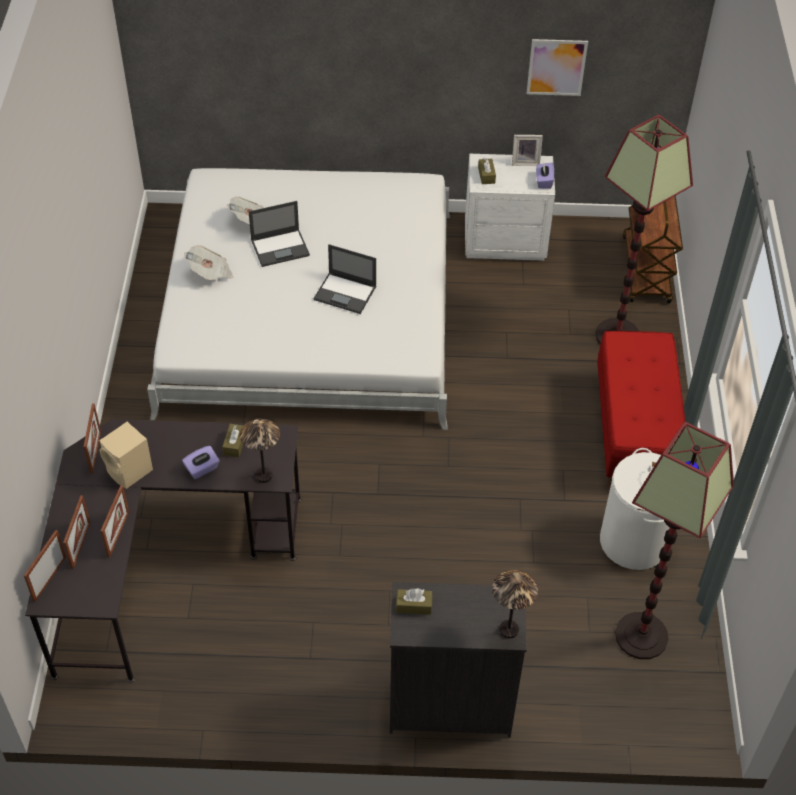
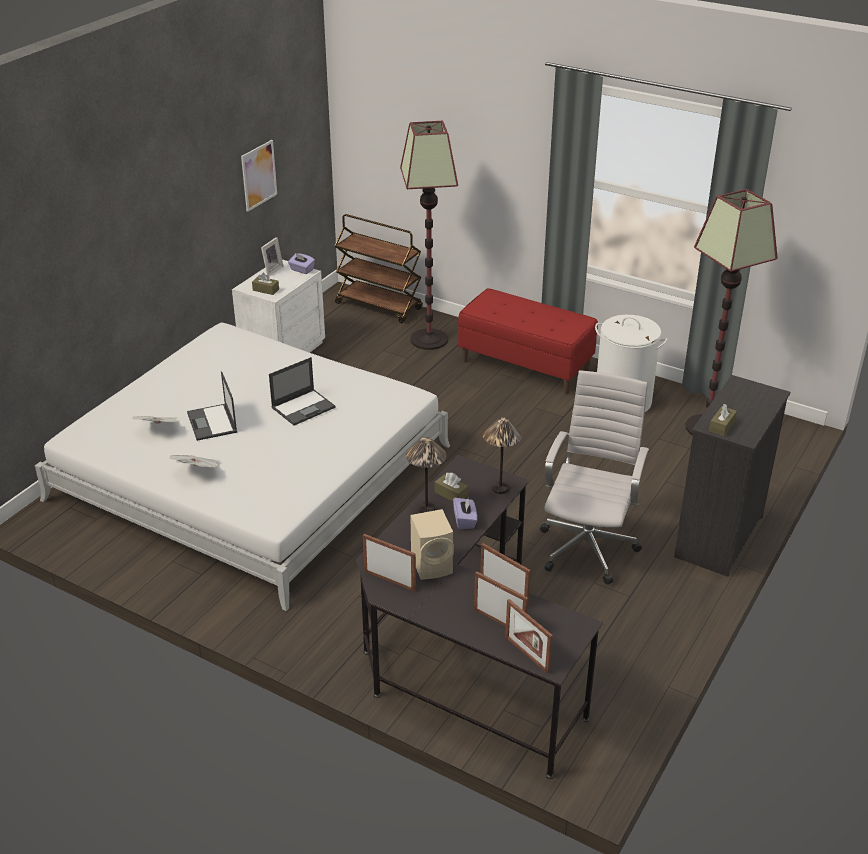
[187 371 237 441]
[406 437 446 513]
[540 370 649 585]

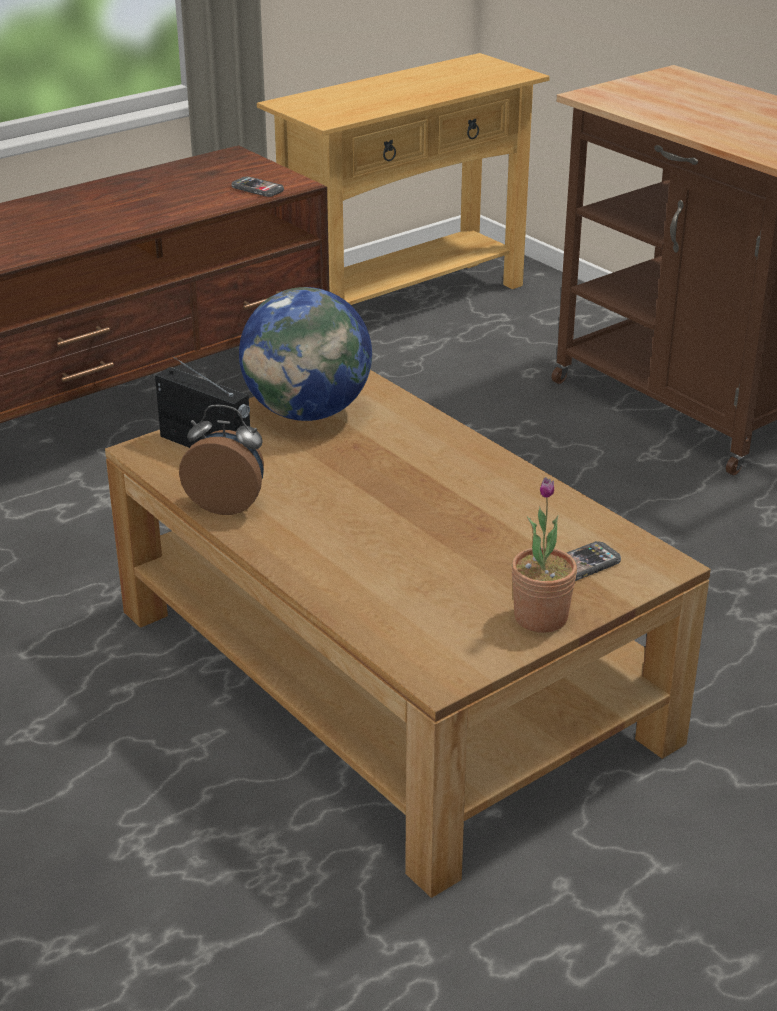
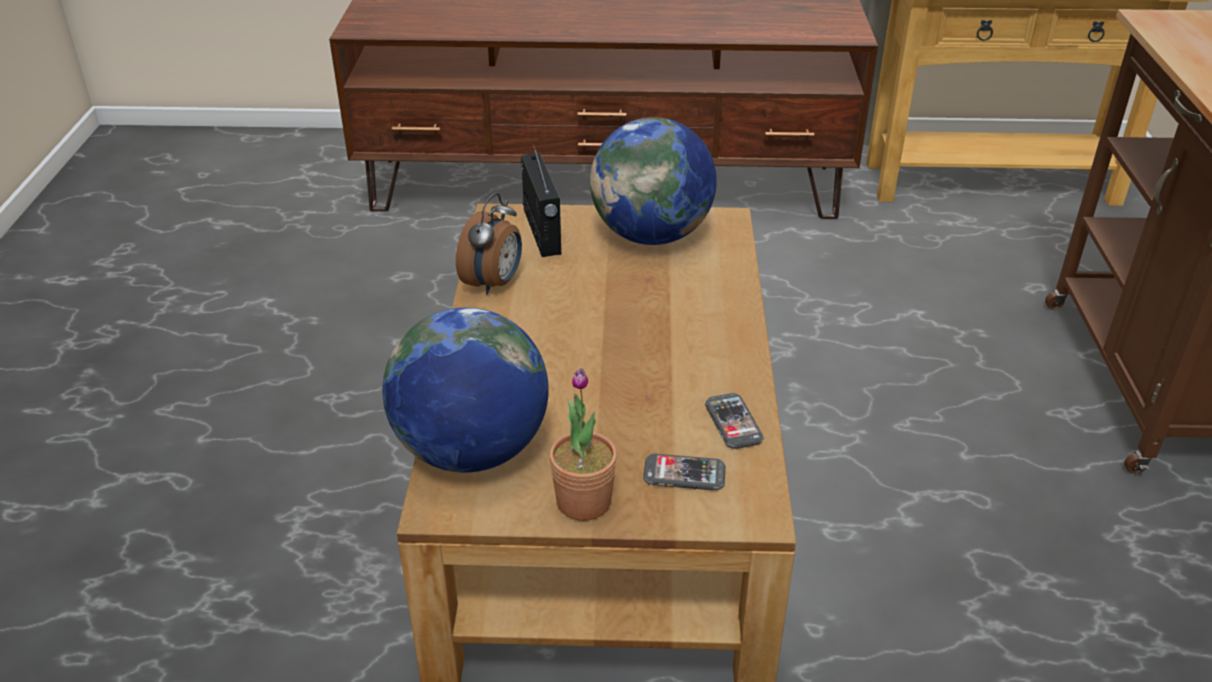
[456 193 522 295]
[705 393 764 449]
[382 308 549 472]

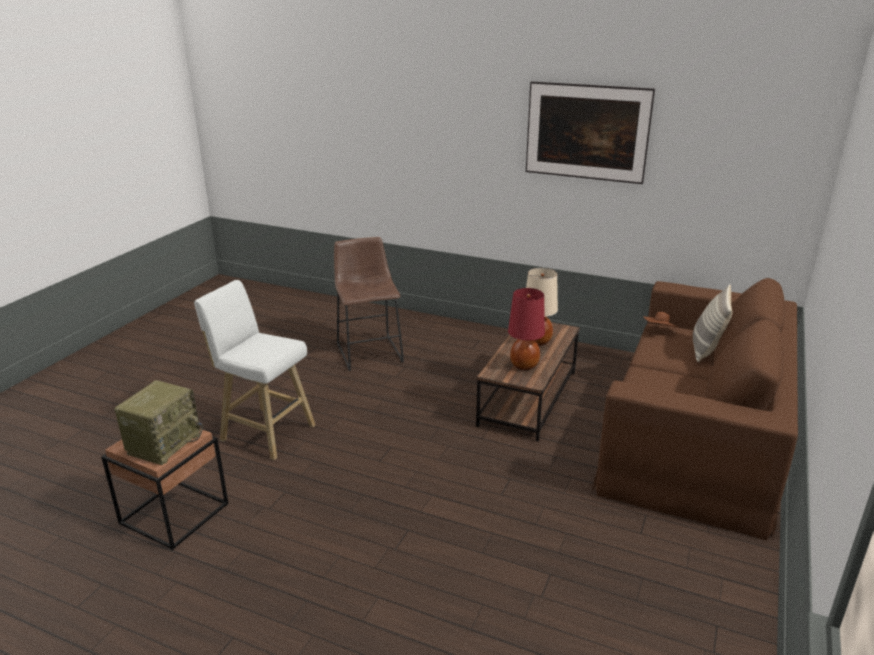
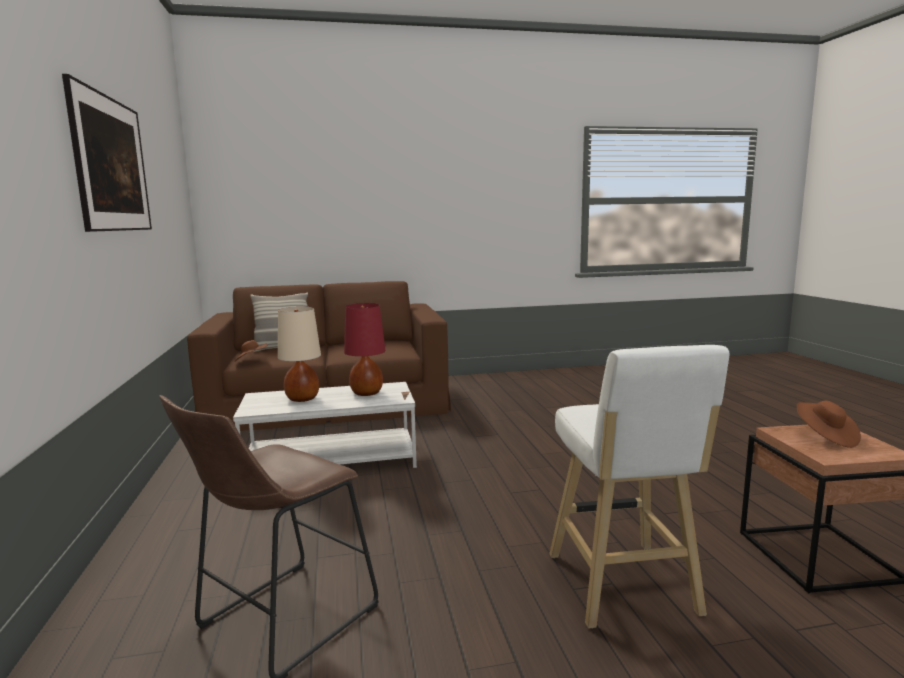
[797 401 861 448]
[233 382 417 468]

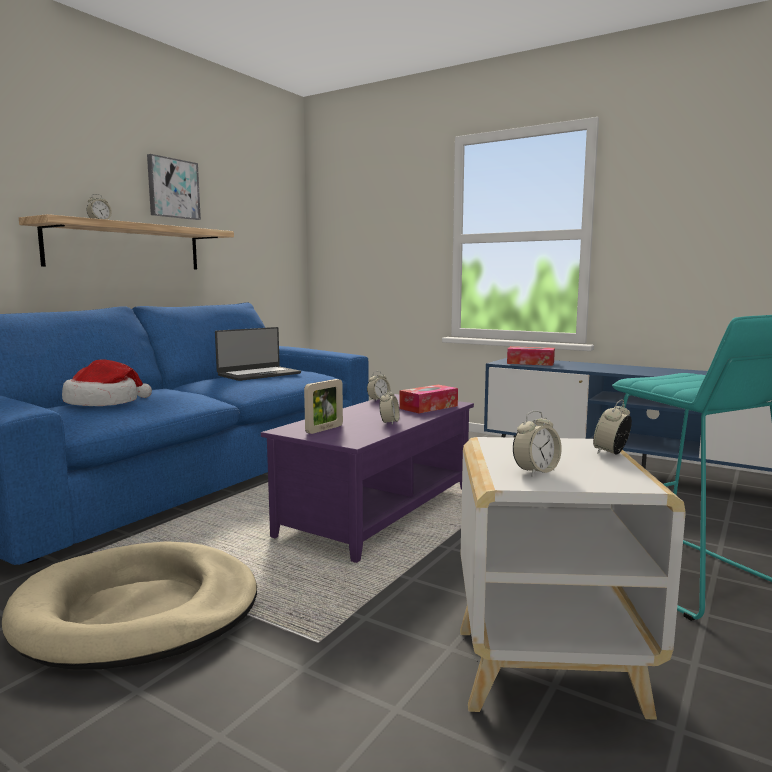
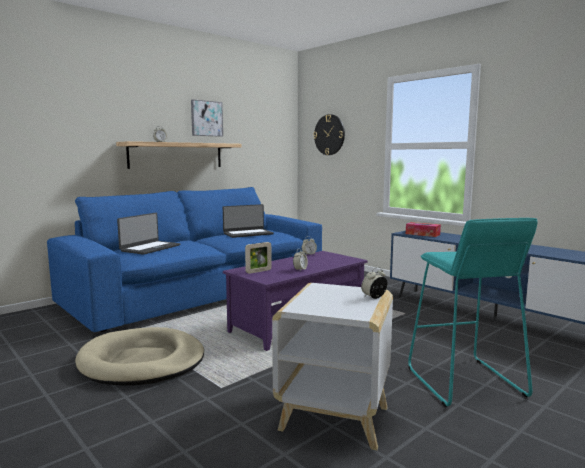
[117 213 180 255]
[399 385 458 413] (first image)
[513 410 562 476] (first image)
[313 114 345 155]

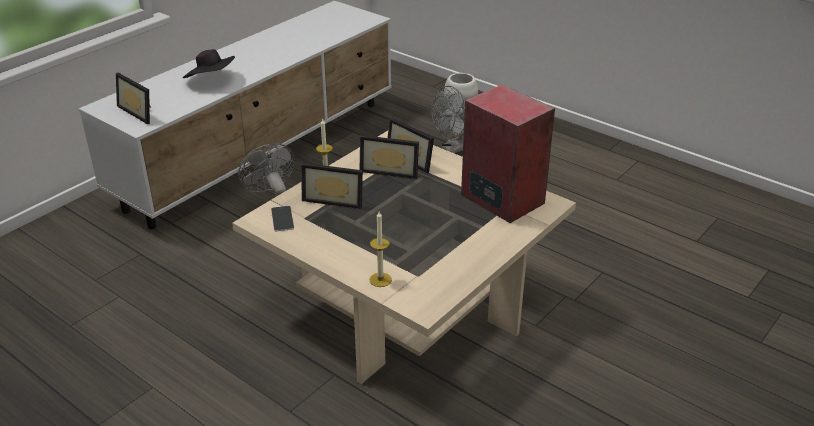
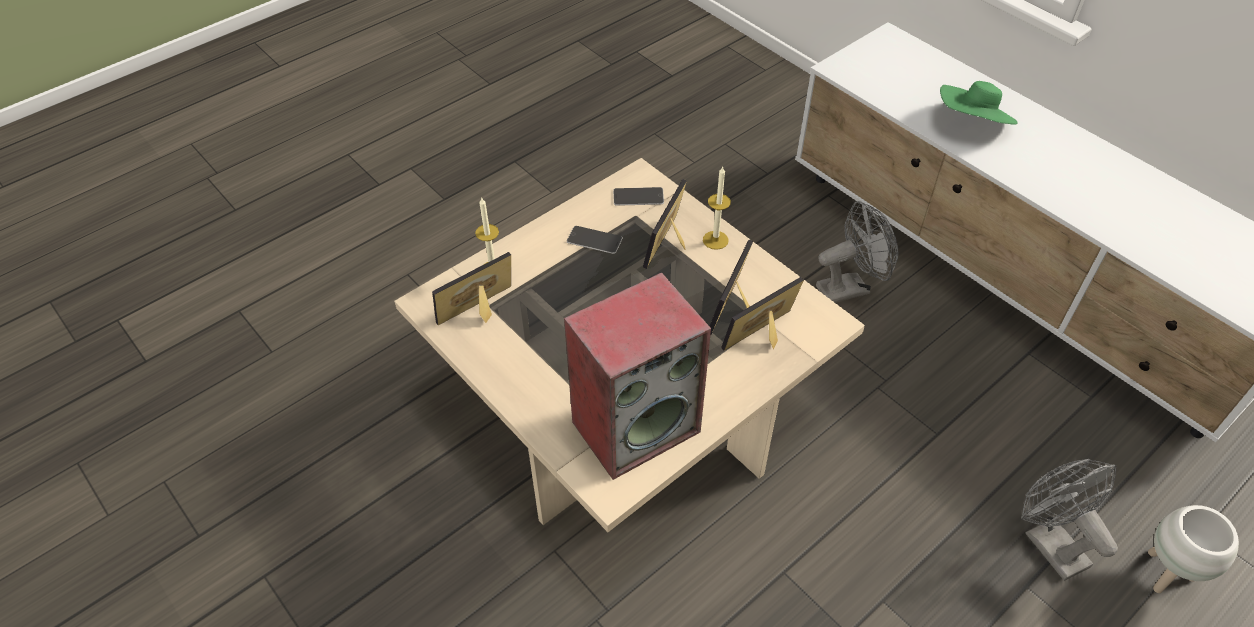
[432 252 511 325]
[940 81 1017 125]
[567 226 623 254]

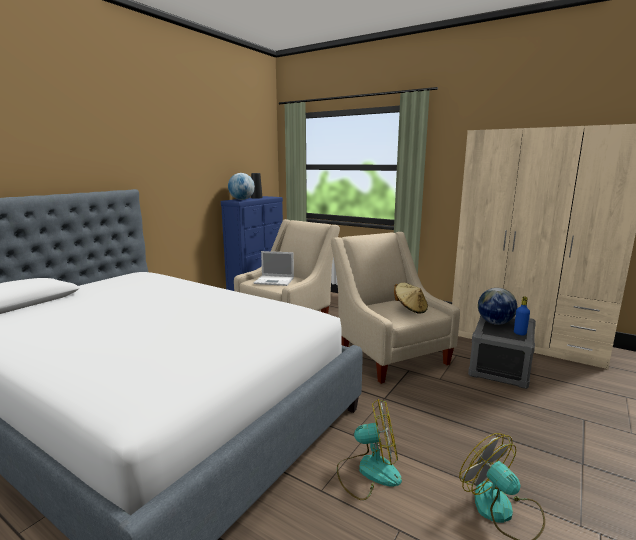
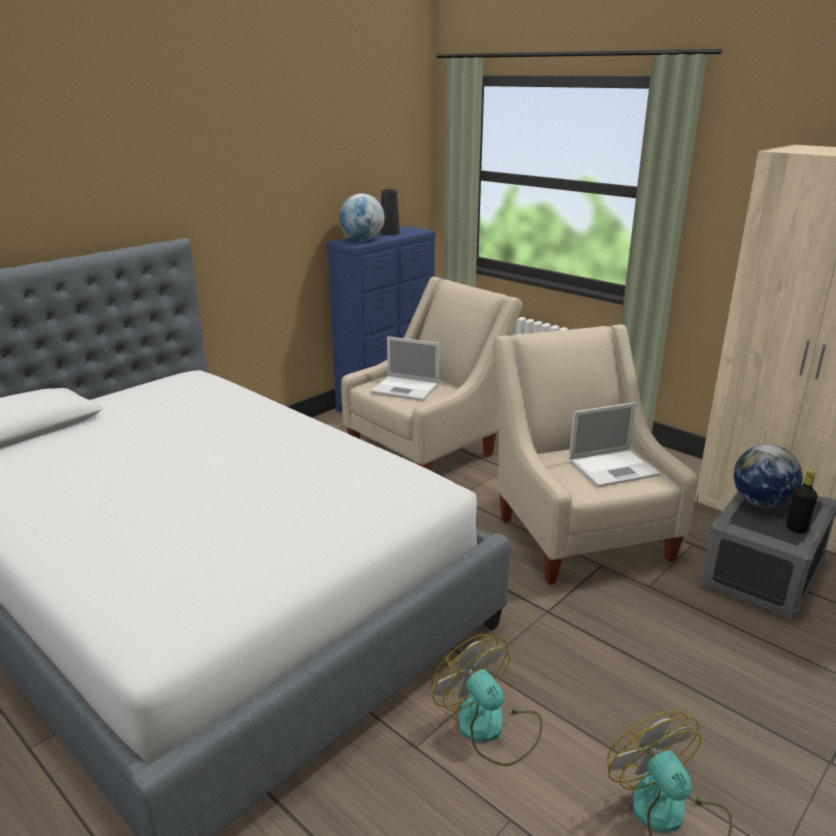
[431 634 543 766]
[569 402 661 487]
[786 470 817 533]

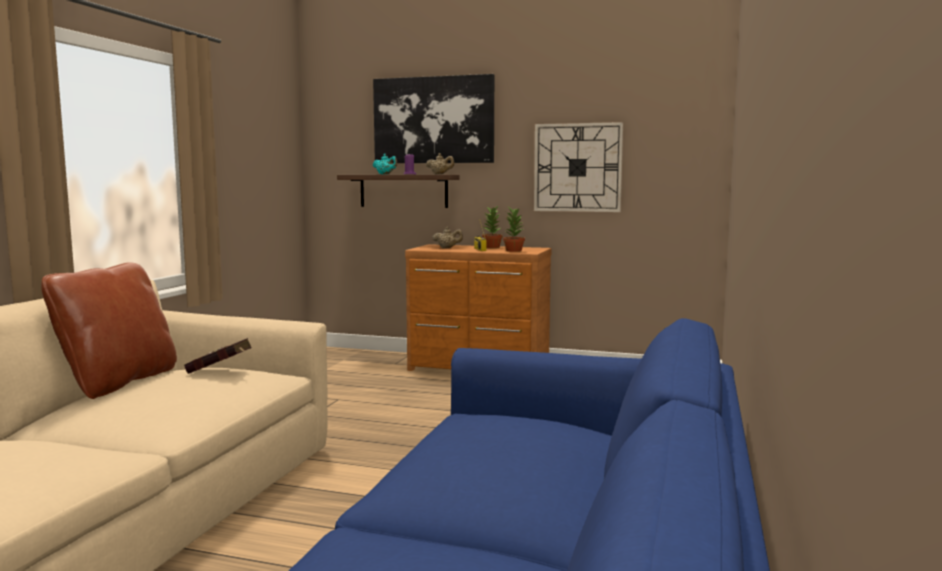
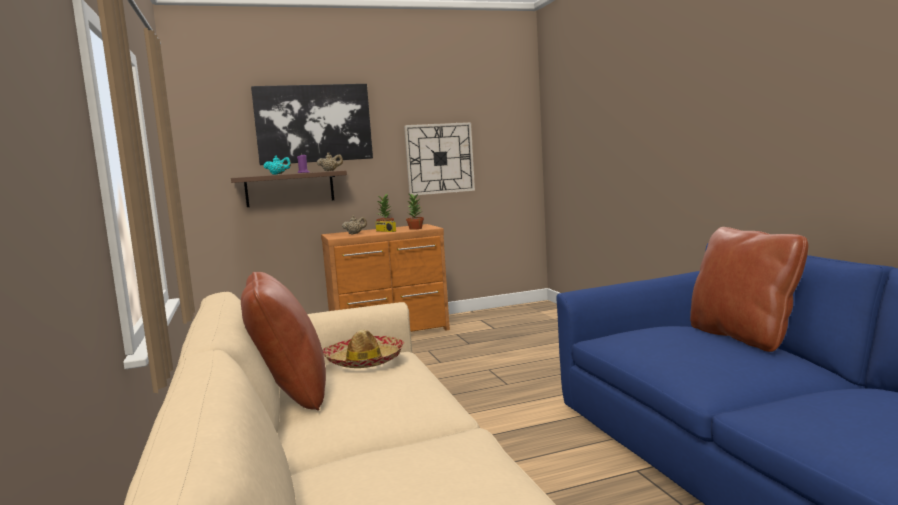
[323 330 404 368]
[690 227 808 352]

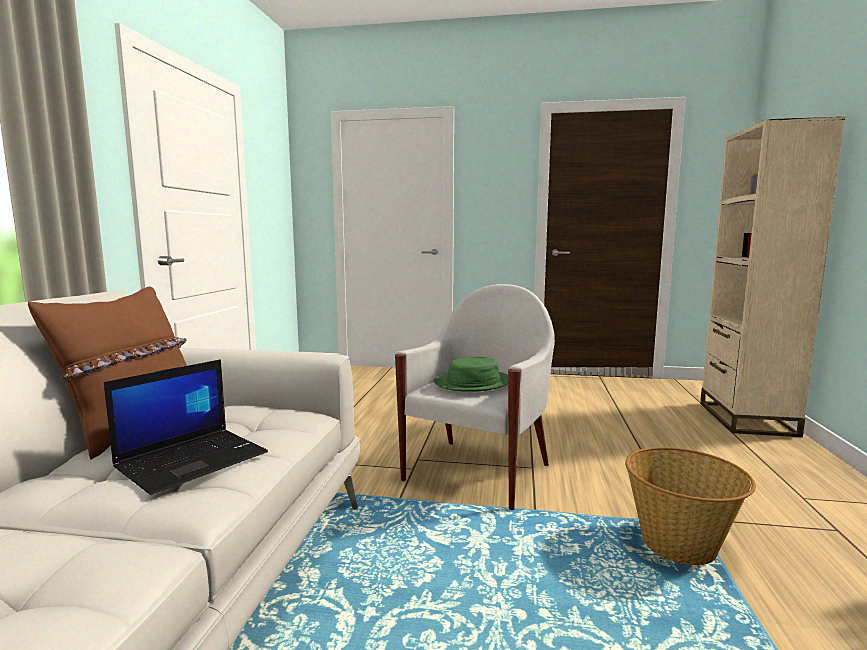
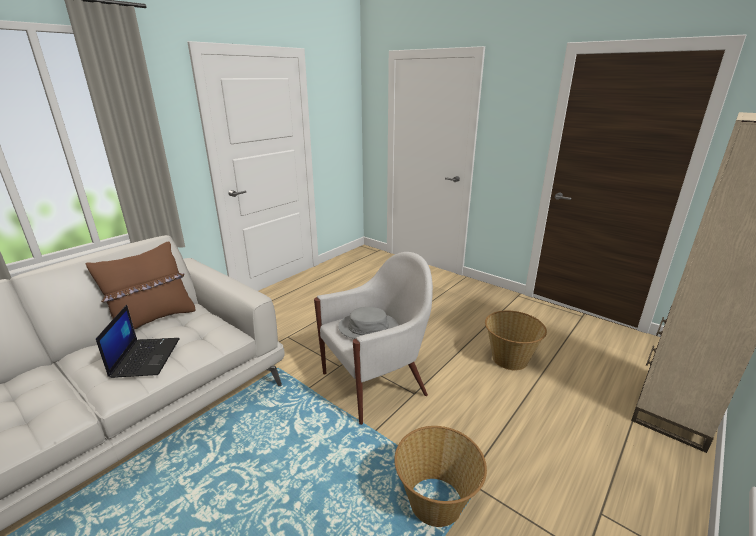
[96 305 180 378]
[338 307 398 339]
[485 311 547 370]

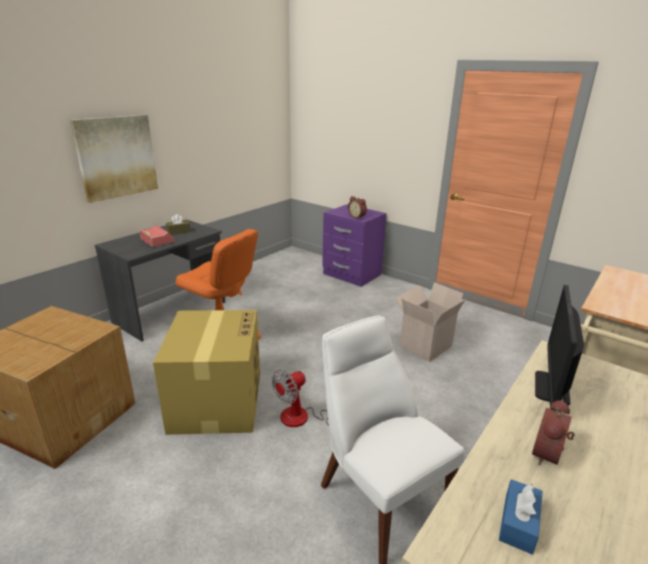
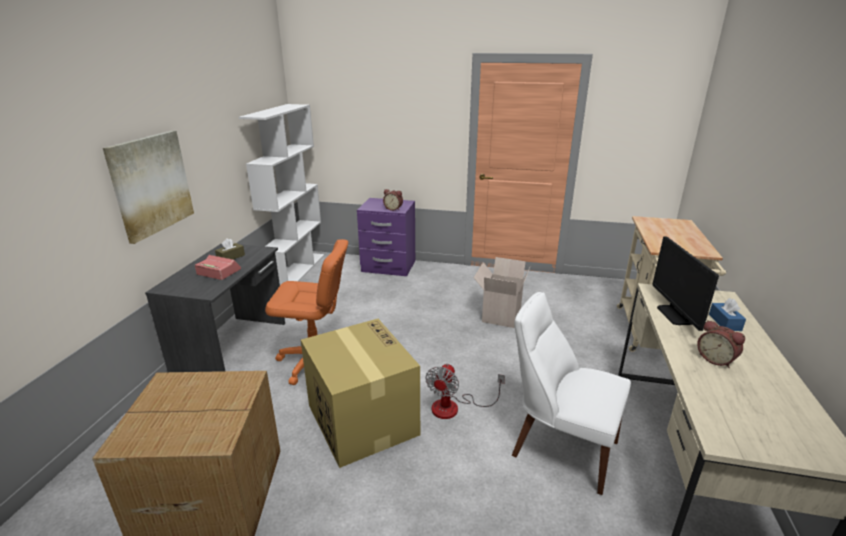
[709 298 746 331]
[697 320 745 368]
[239 104 324 285]

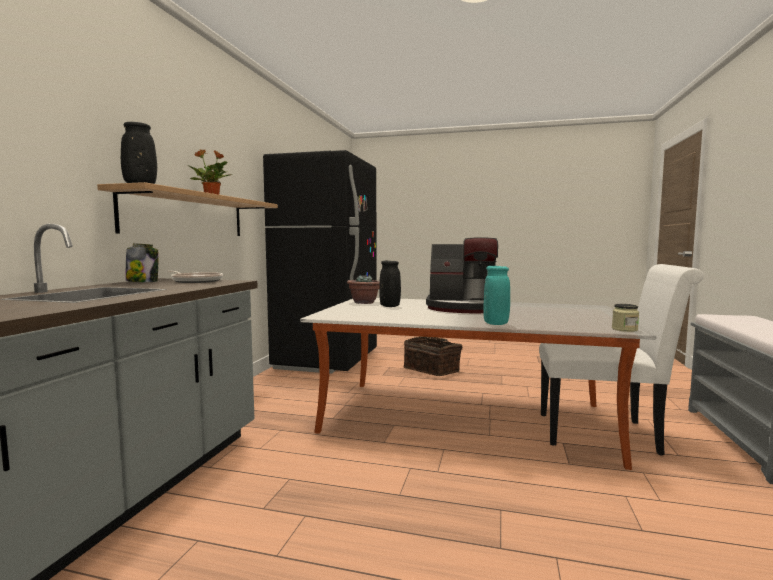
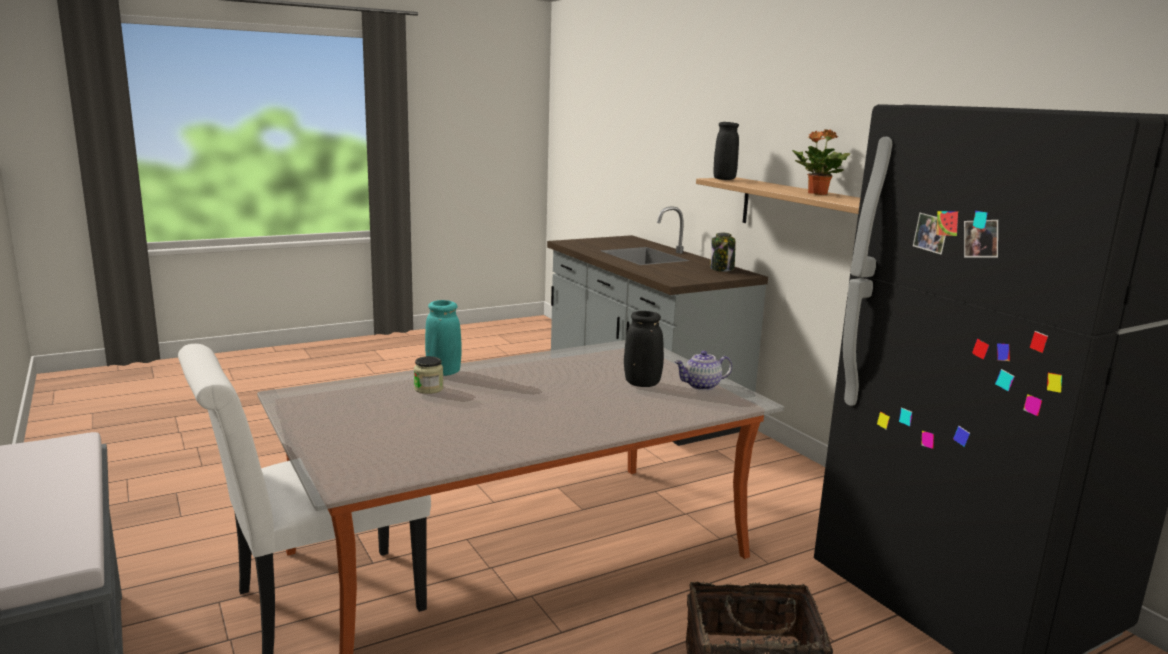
[168 271 223 283] (first image)
[675 351 732 390]
[426 237 498 313] (first image)
[414 356 444 394]

